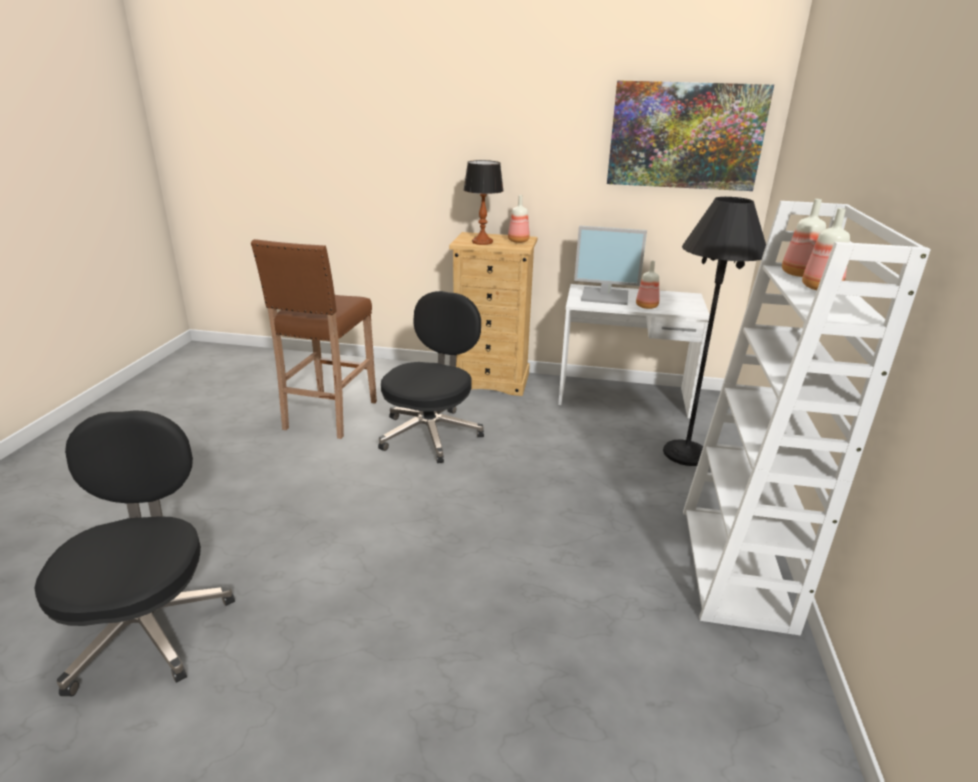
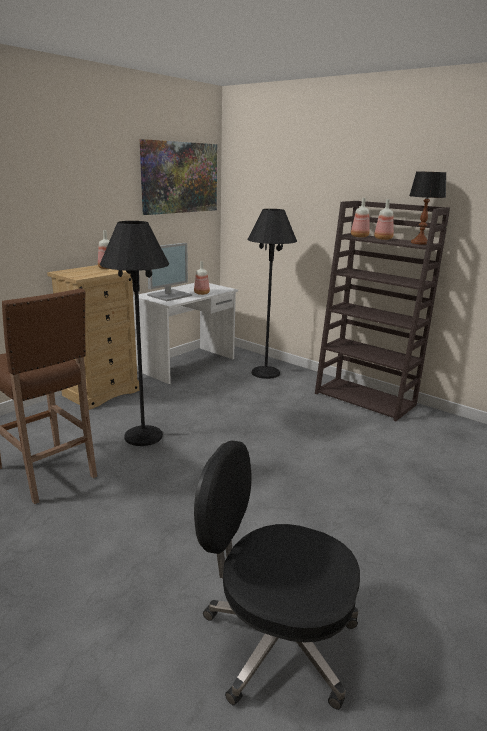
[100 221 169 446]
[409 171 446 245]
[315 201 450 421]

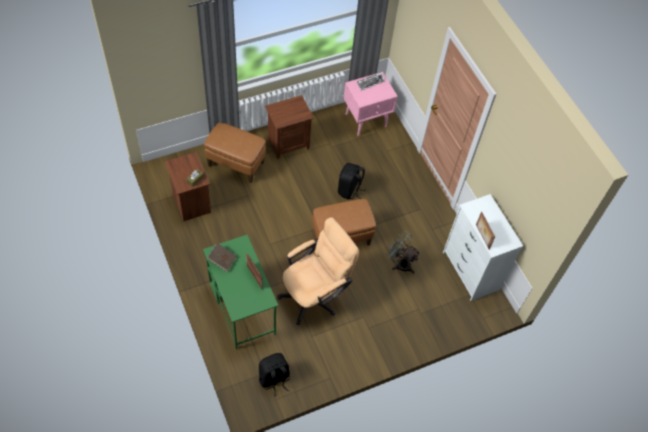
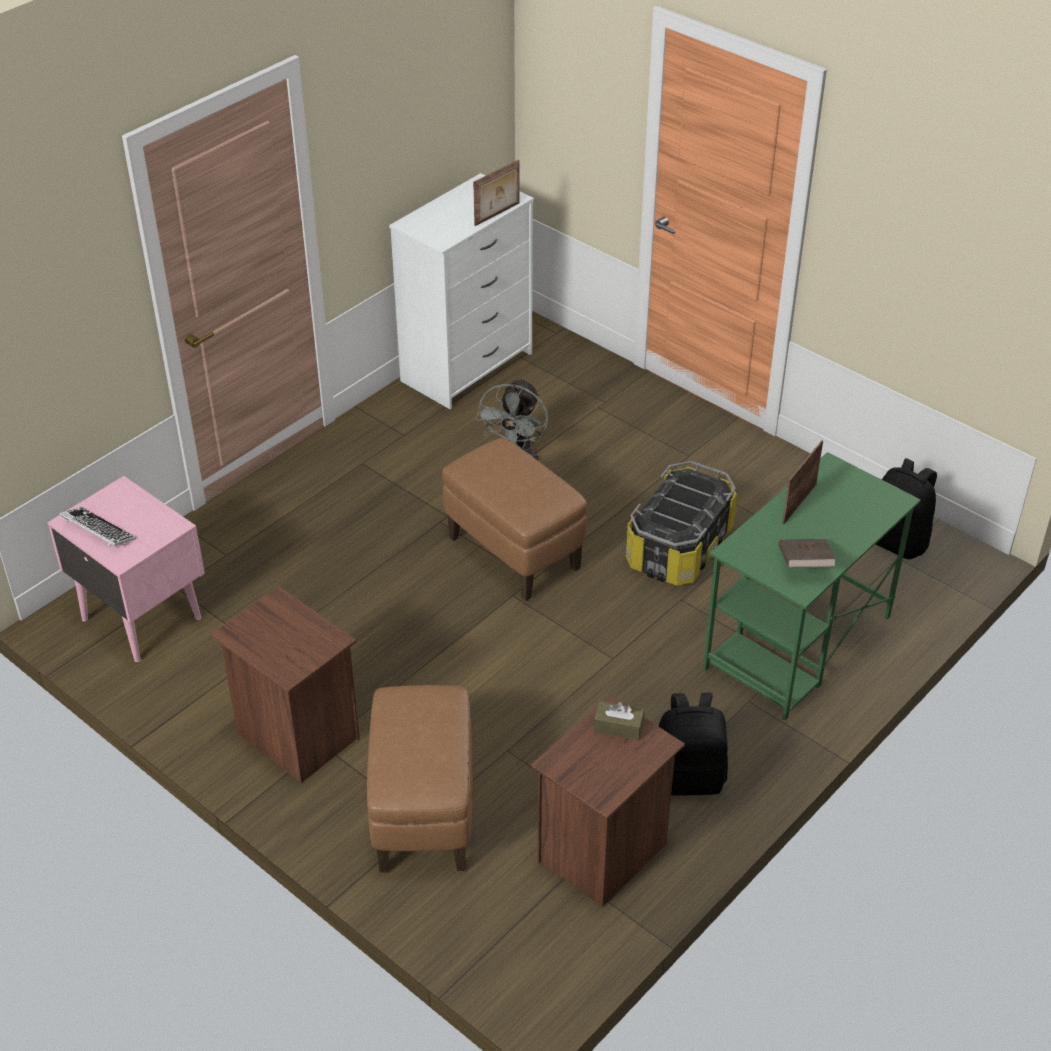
[626 461 737 586]
[658 693 728 796]

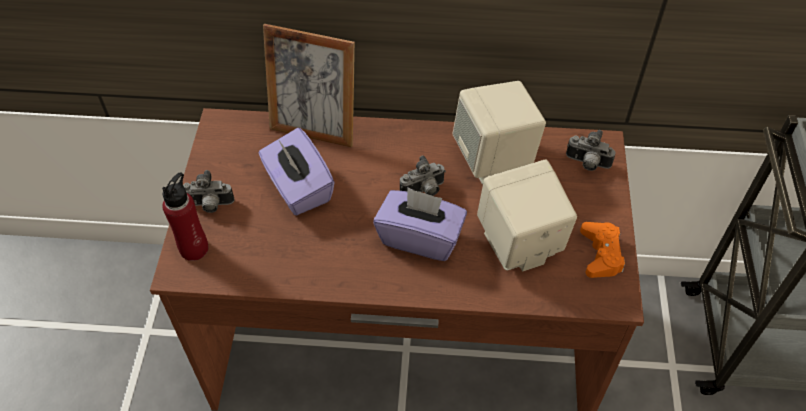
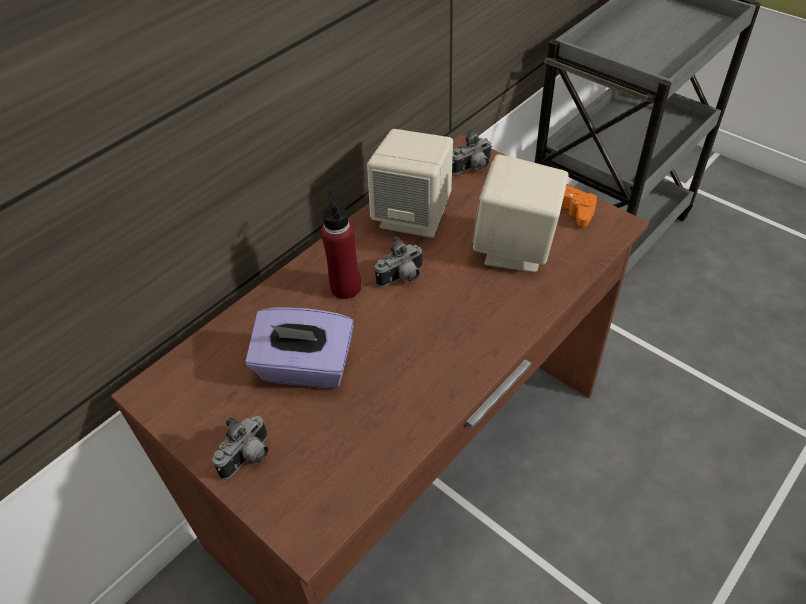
[321 191 361 299]
[263 24 355 148] (first image)
[373 187 467 261] (first image)
[375 236 424 287]

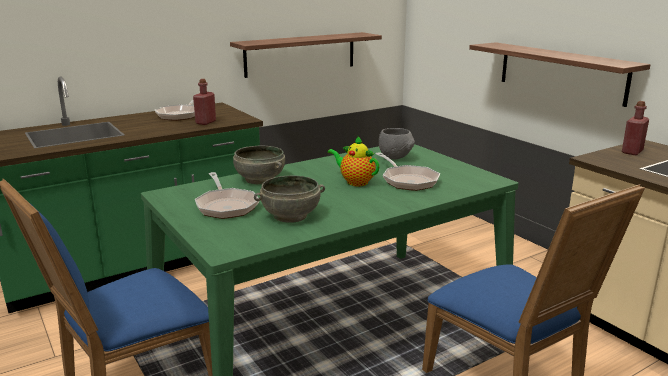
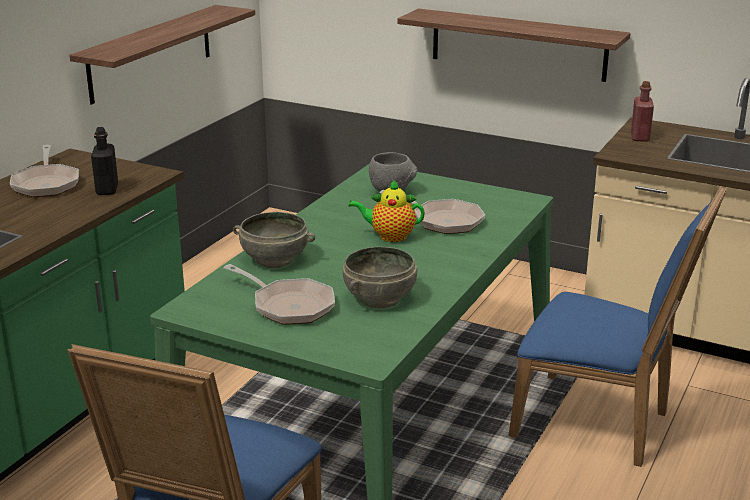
[91 127 118 195]

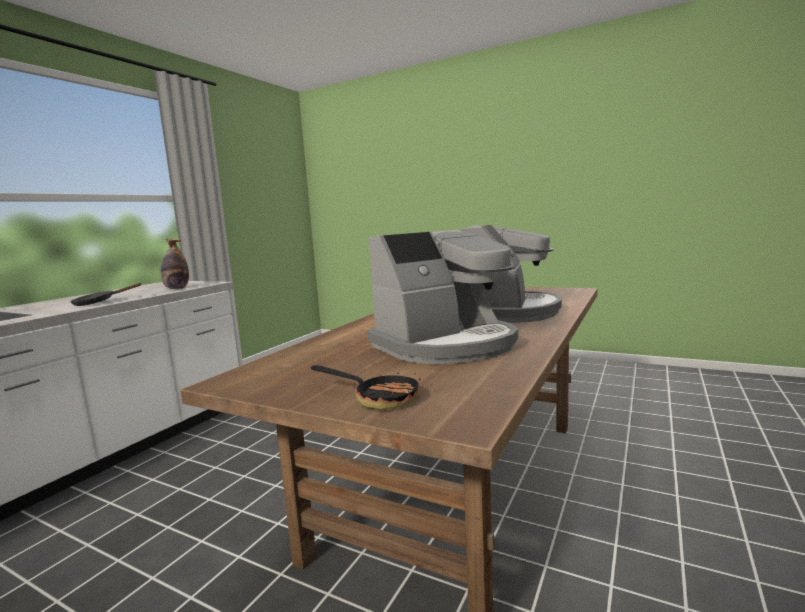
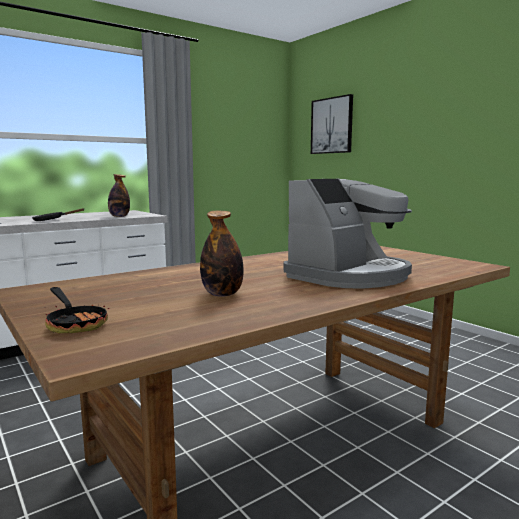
[200 210 244 297]
[311 94 353 154]

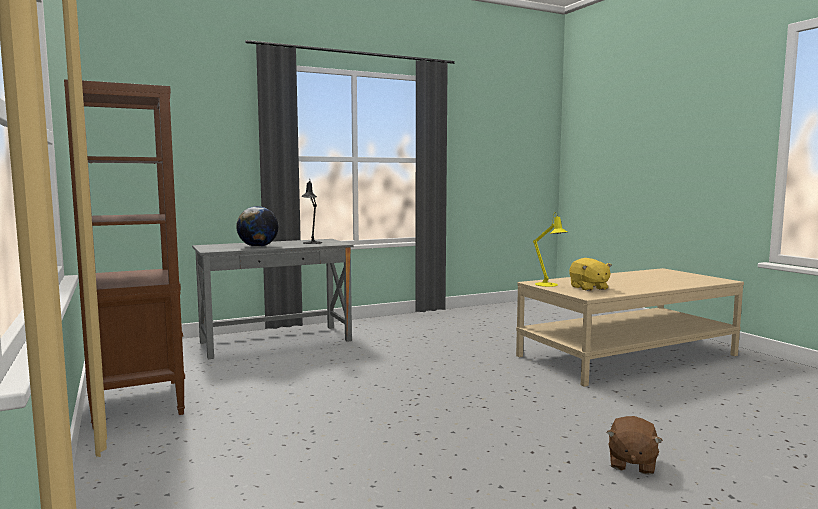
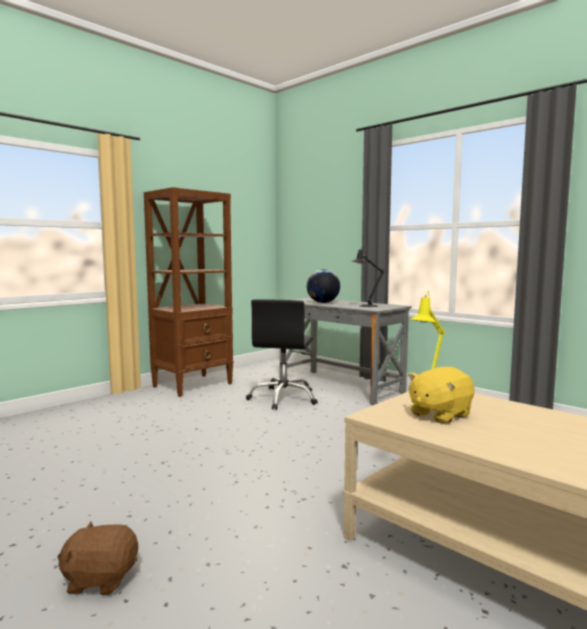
[246 299 318 410]

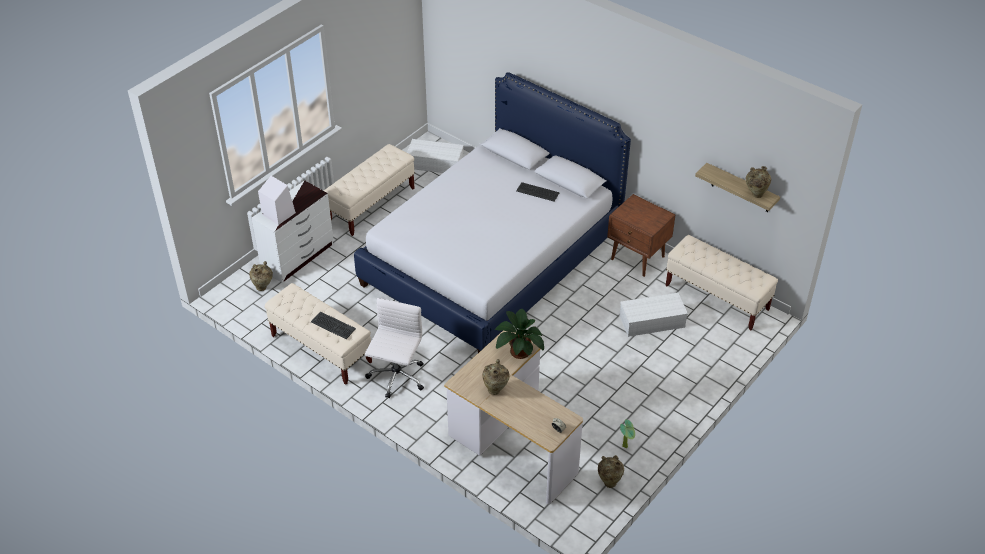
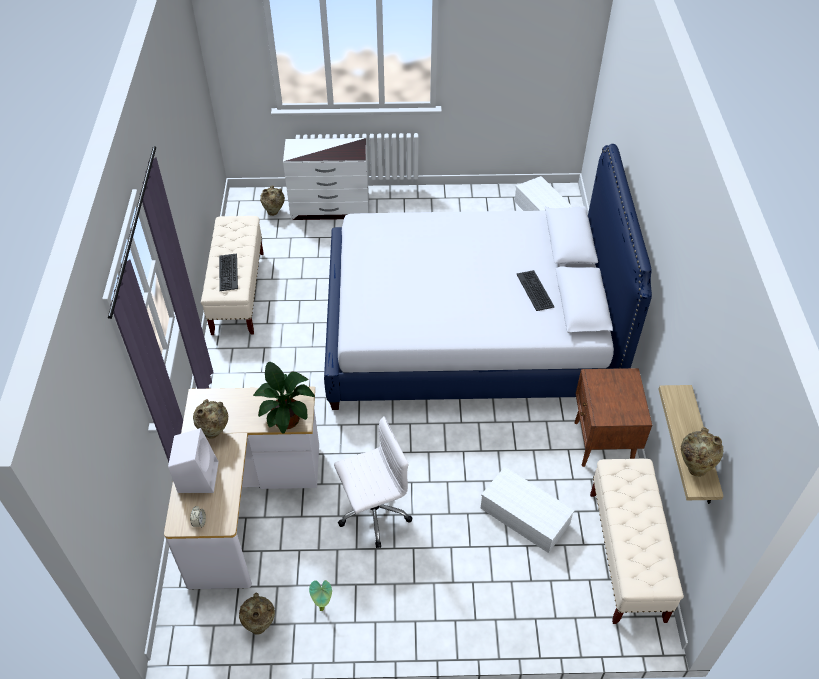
[168 428 219 493]
[324 144 415 236] (first image)
[334 416 412 548]

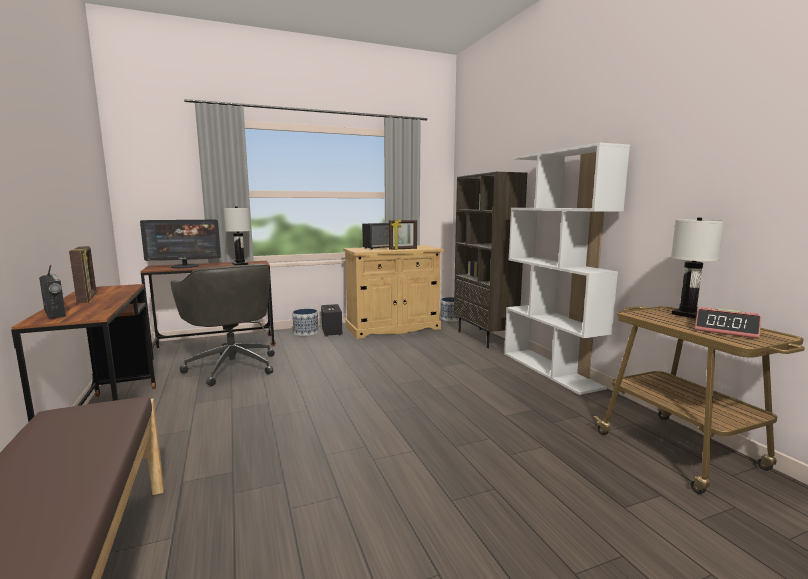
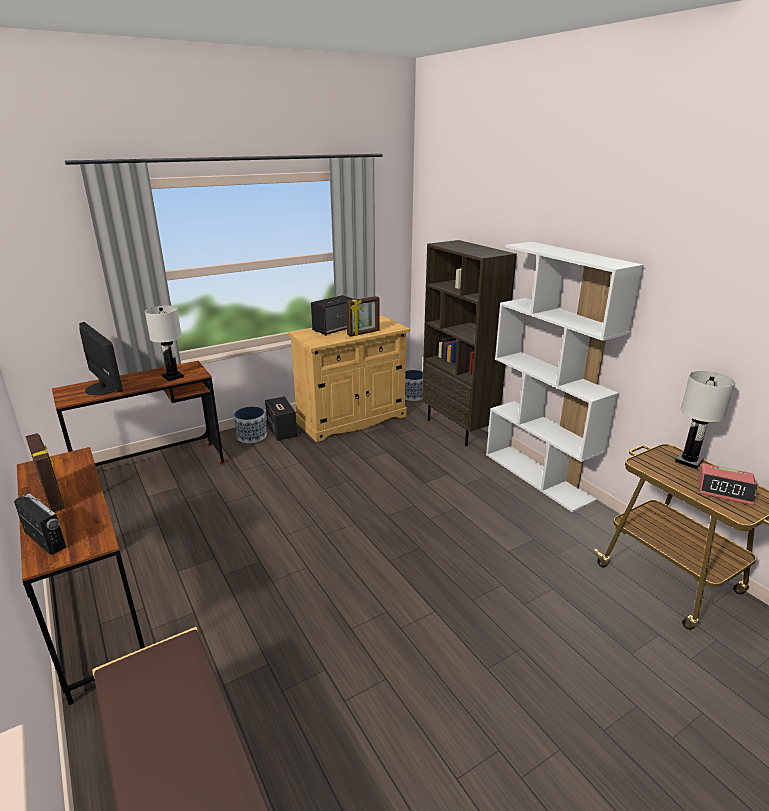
[79 322 123 395]
[171 264 275 386] (first image)

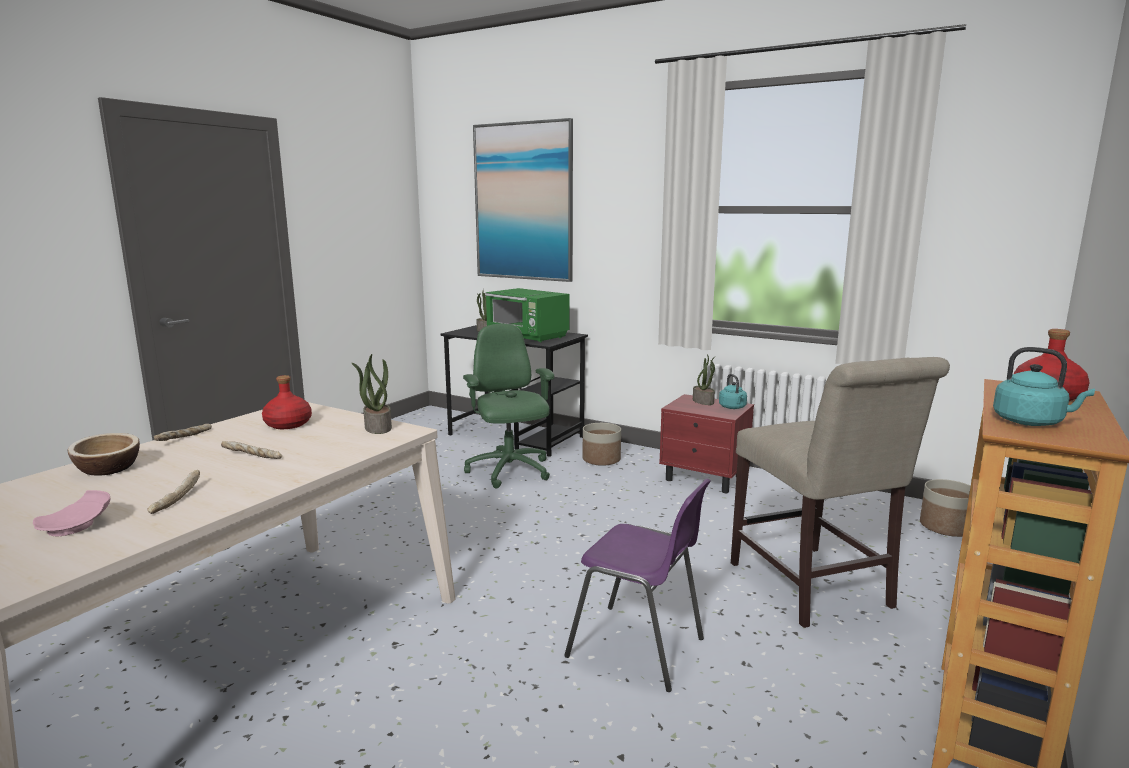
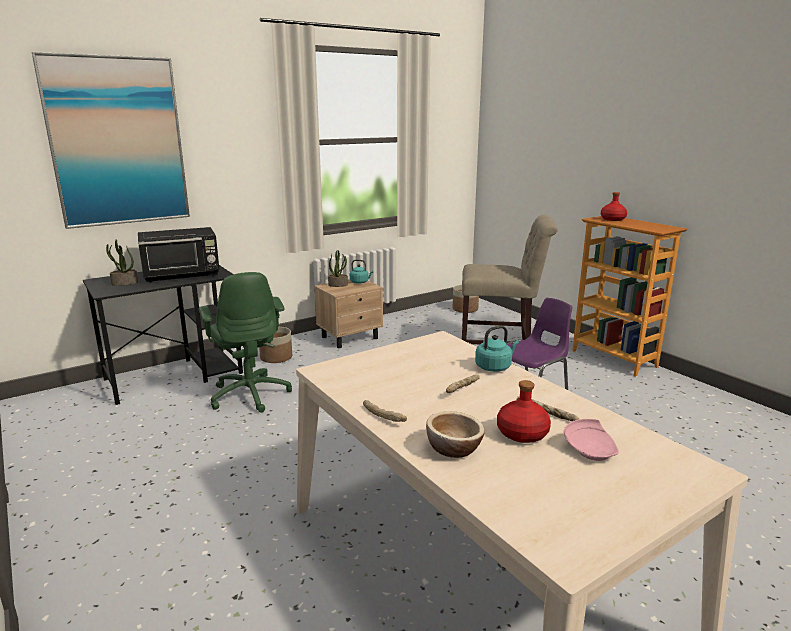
[497 380 551 443]
[352 354 392 434] (first image)
[199 272 292 413]
[138 227 220 283]
[314 279 383 348]
[475 325 519 372]

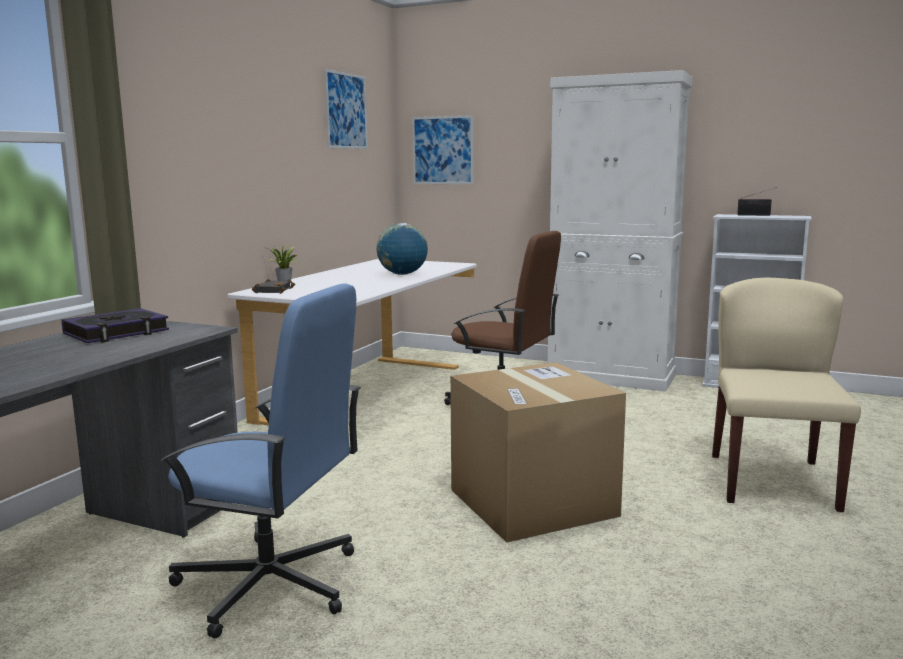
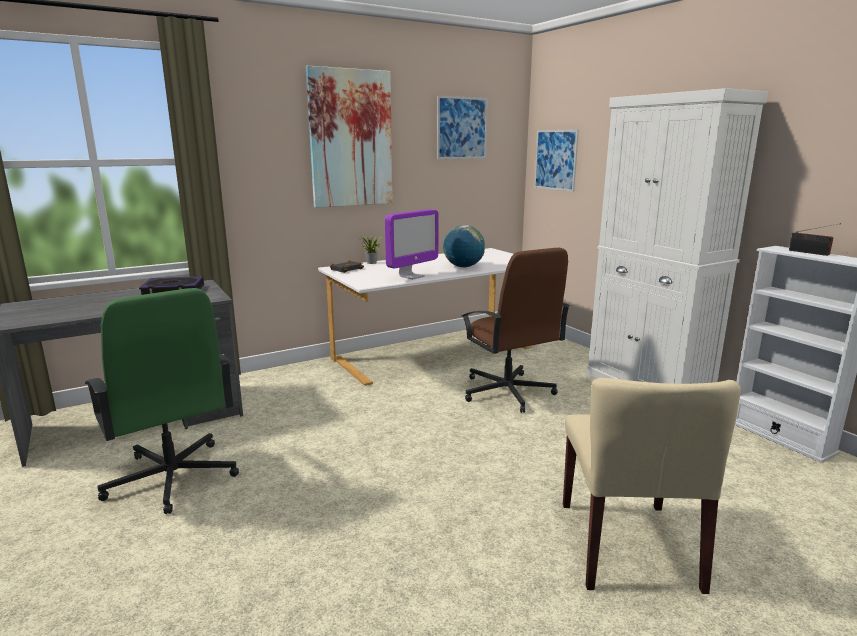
[85 288 239 514]
[450 362 626 543] (first image)
[563 378 741 594]
[306 66 393 208]
[385 209 439 280]

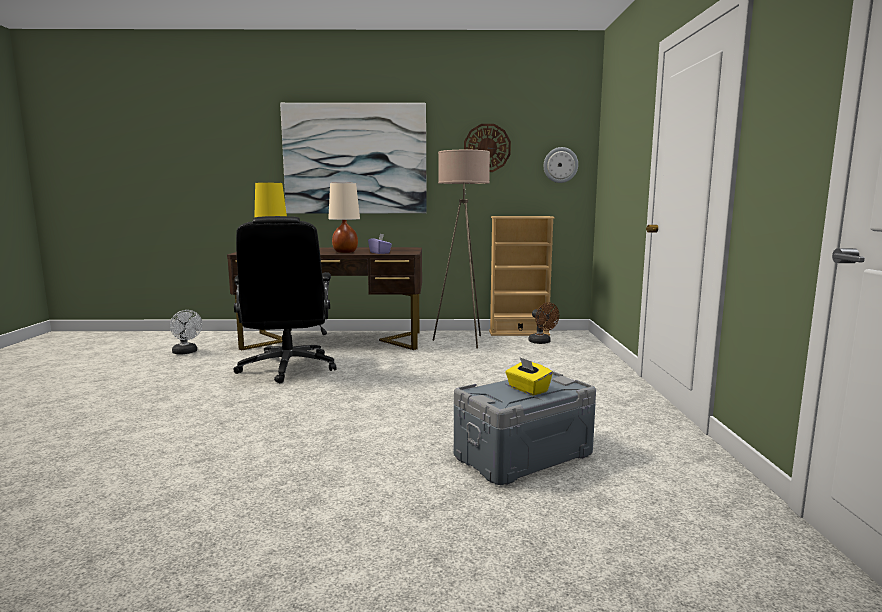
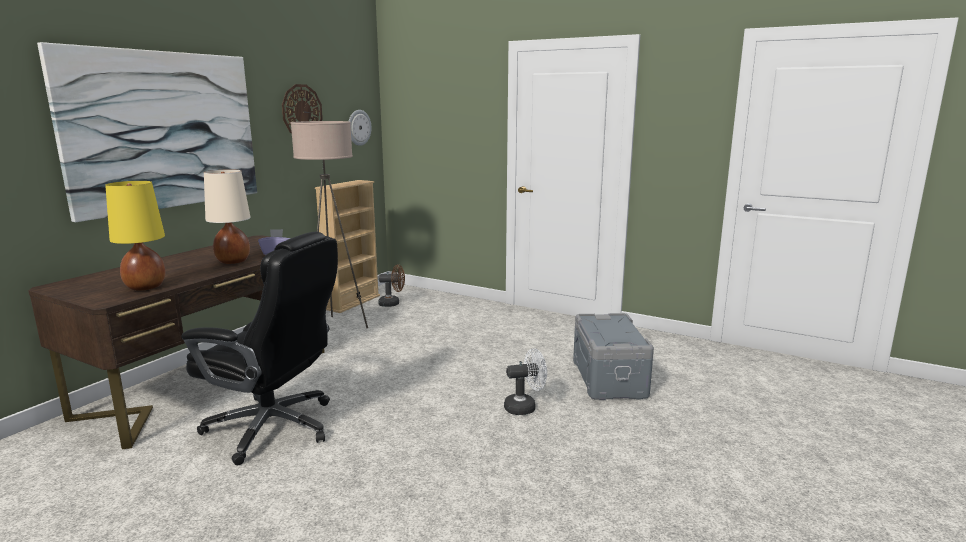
[504 348 547 415]
[505 357 553 396] (first image)

